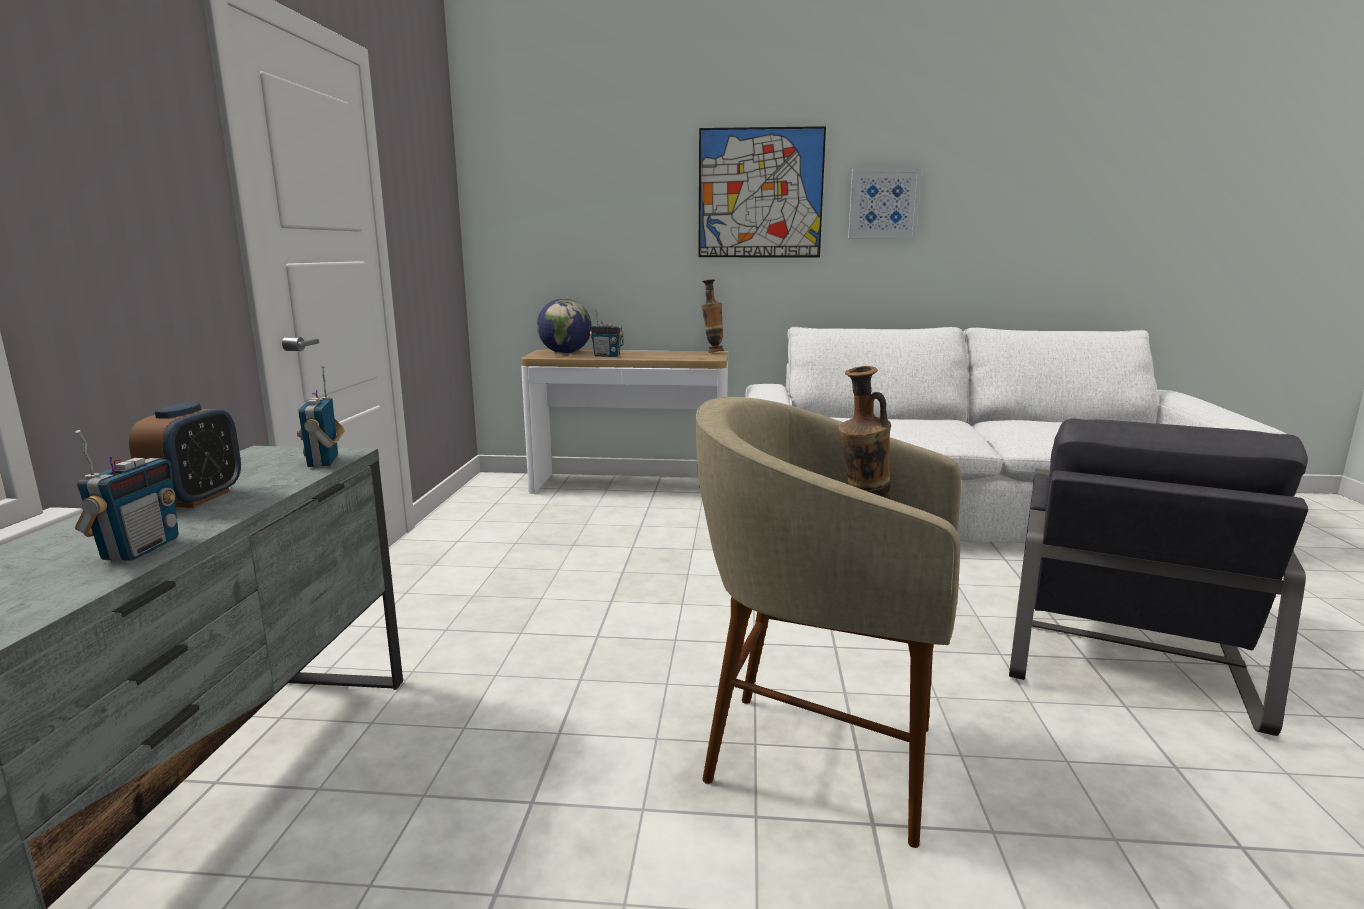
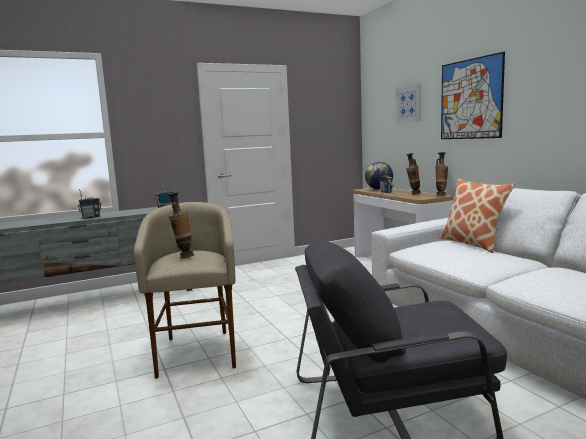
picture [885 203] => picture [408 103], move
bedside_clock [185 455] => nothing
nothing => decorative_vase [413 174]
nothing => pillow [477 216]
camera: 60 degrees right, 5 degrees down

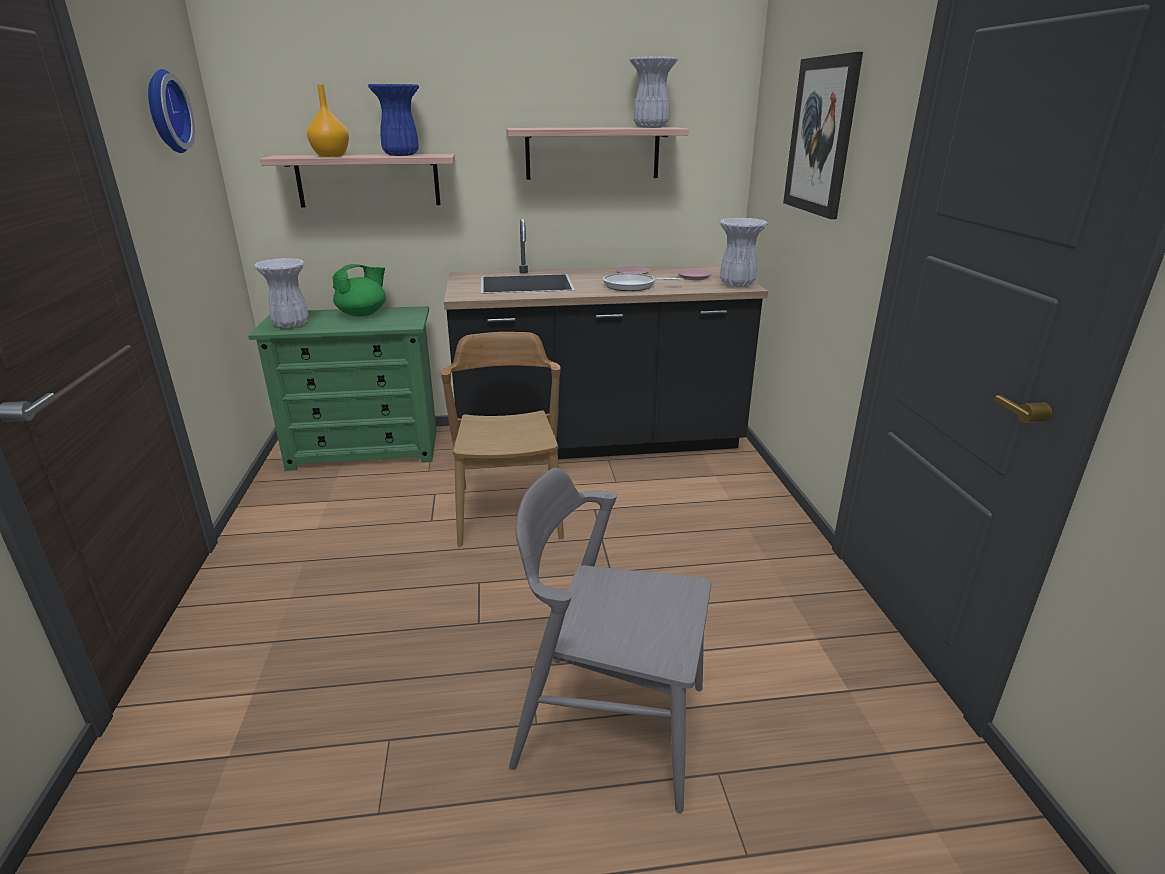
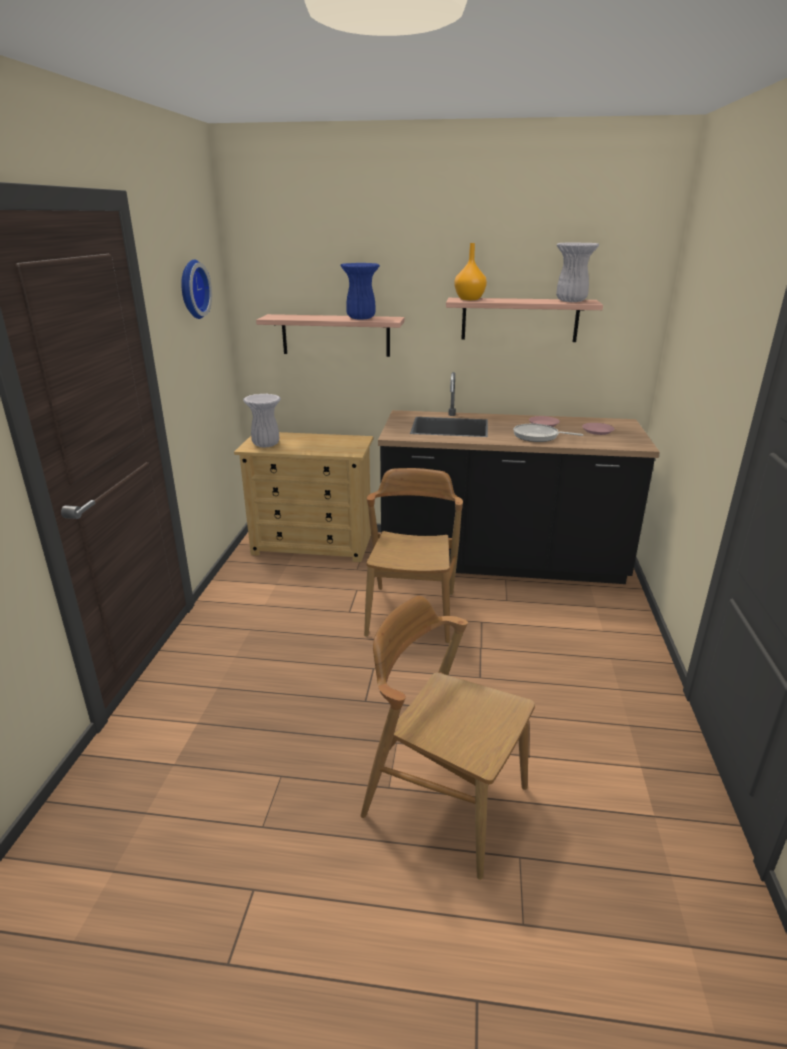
picture [823 135] => nothing
orange-coloured_decorative_vase [328 120] => orange-coloured_decorative_vase [470 271], move
white_decorative_vase [743 252] => nothing
green_teapot [359 290] => nothing
green_drawer_chest [342 388] => beige_drawer_chest [303 497]
greyish_plain_chair [610 640] => brown-coloured_plain_chair [447 738]
camera: 15 degrees right, 0 degrees up

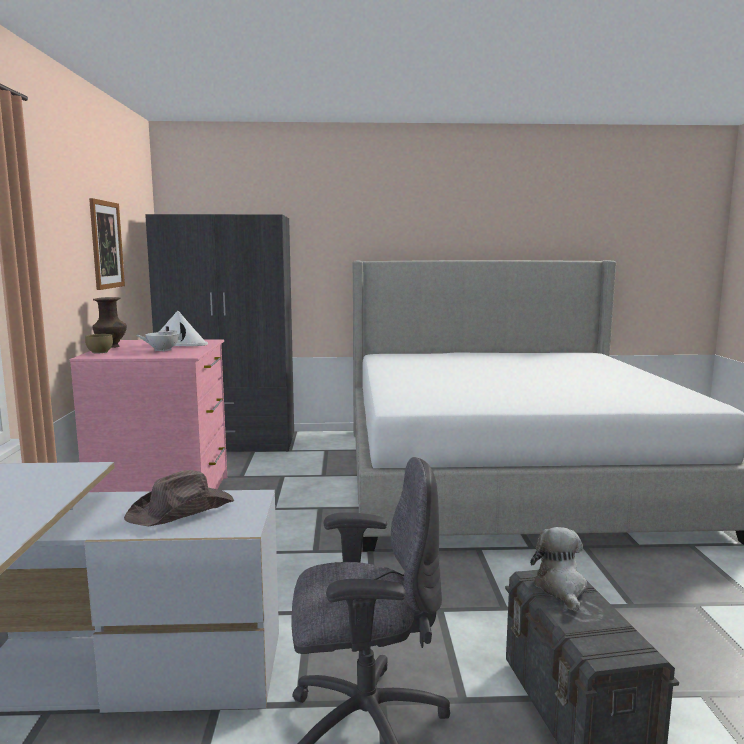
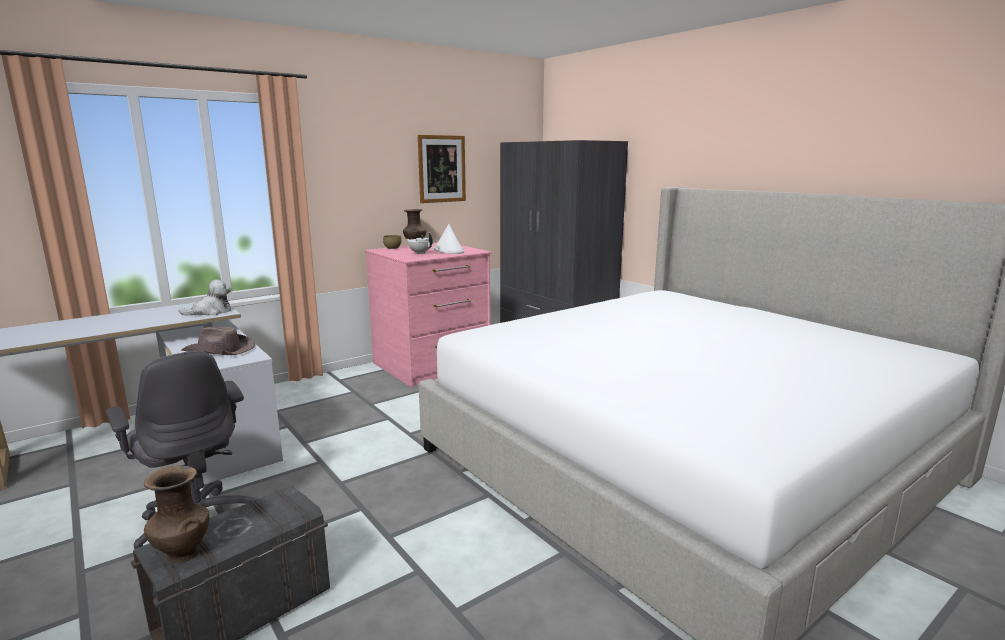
cuddly_toy [559 569] => cuddly_toy [205 297], move
nothing => brown-coloured_decorative_vase [176 514]
camera: 55 degrees right, 5 degrees up

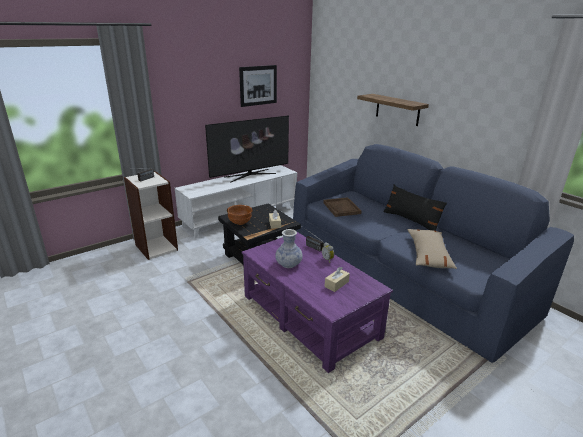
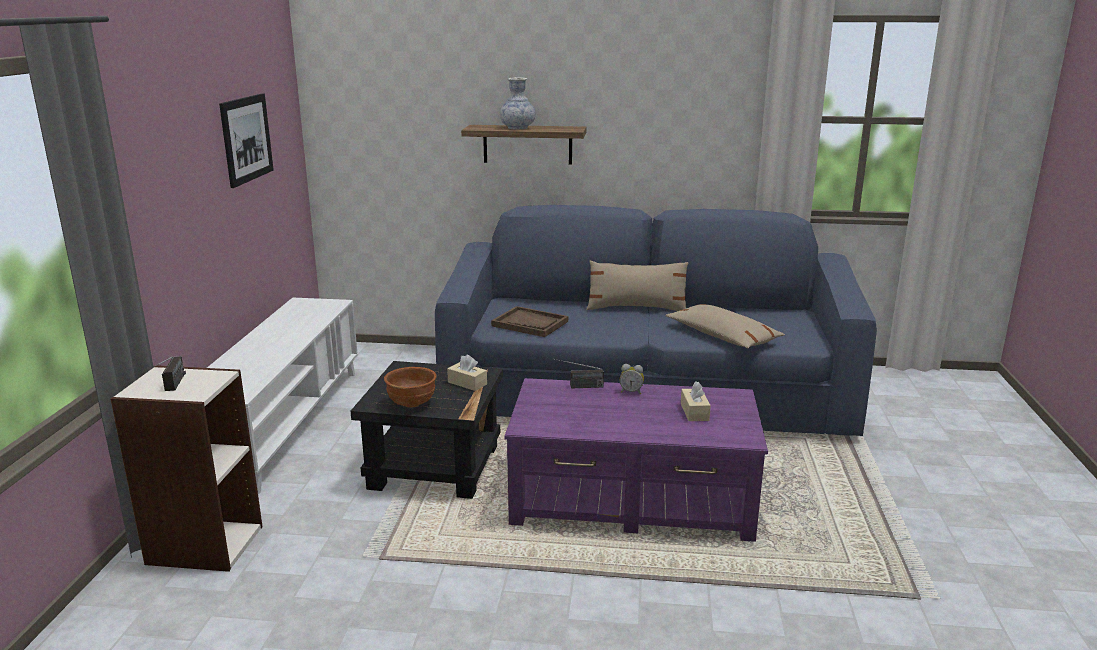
TV [247 148] => nothing
black-coloured_pillow [415 208] => beige_pillow [638 286]
decorative_vase [289 248] => decorative_vase [517 103], move
camera: 45 degrees left, 5 degrees down

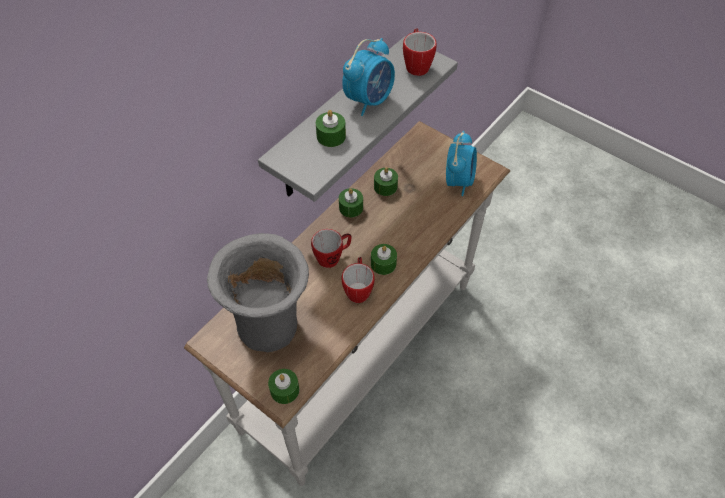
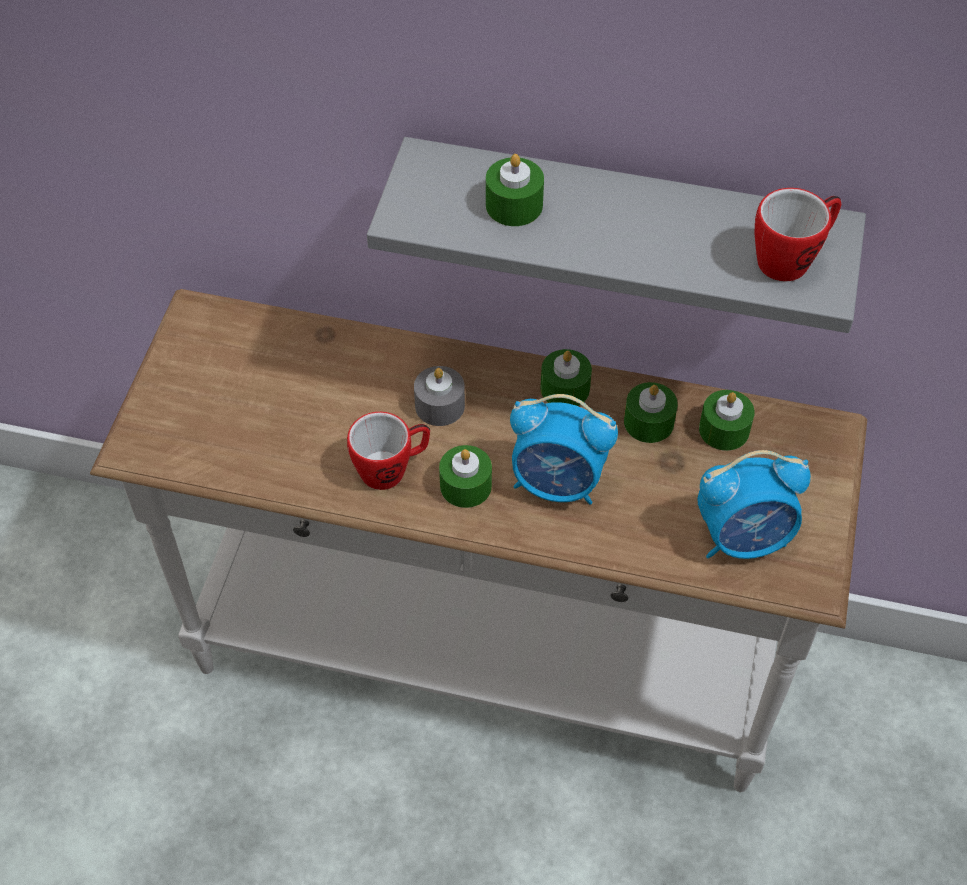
bedside_clock [368 77] => bedside_clock [564 449], move
coffee_mug [331 248] => greyish_candle [439 396]
greyish_decorative_vase [258 292] => nothing
green_candle [283 386] => green_candle [727 420], move
camera: 65 degrees right, 0 degrees up

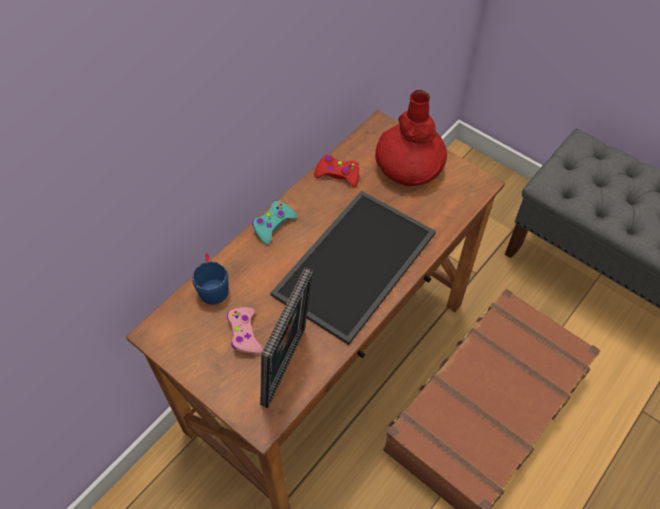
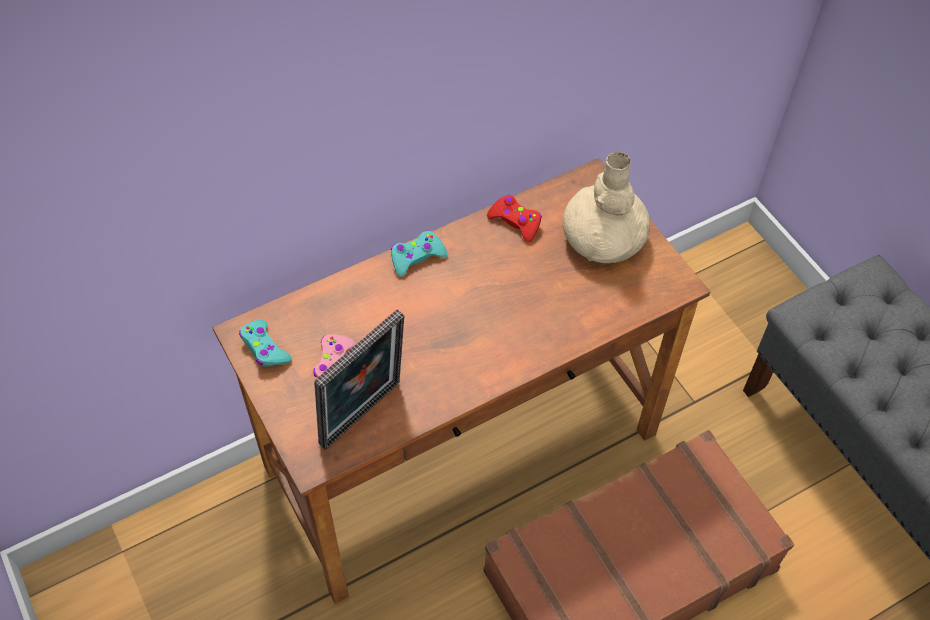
reddish_decorative_vase [411 138] => beige_decorative_vase [606 207]
carrying_tray [353 268] => nothing
bluish_coffee_mug [210 278] => nothing
nothing => turquoise-coloured_game_controller [265 343]
camera: 20 degrees right, 0 degrees up

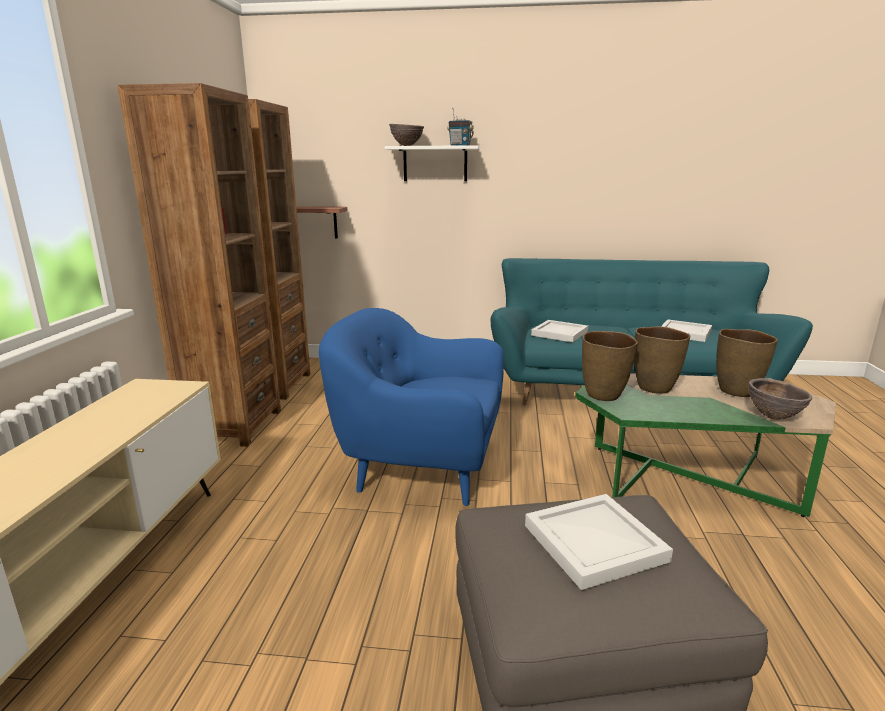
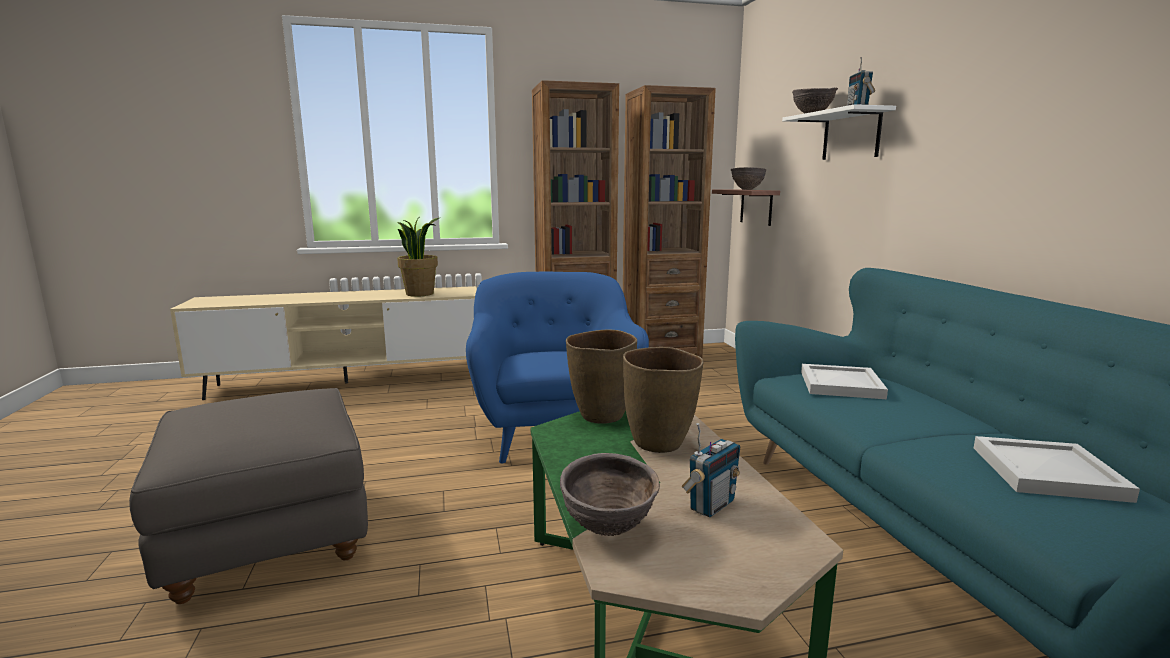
brown-coloured_decorative_vase [747 363] => radio_receiver [710 470]
white_carrying_tray [599 542] => nothing
nothing => brown-coloured_bowl [748 178]
nothing => plant_in_a_pot [418 256]
camera: 70 degrees right, 5 degrees down

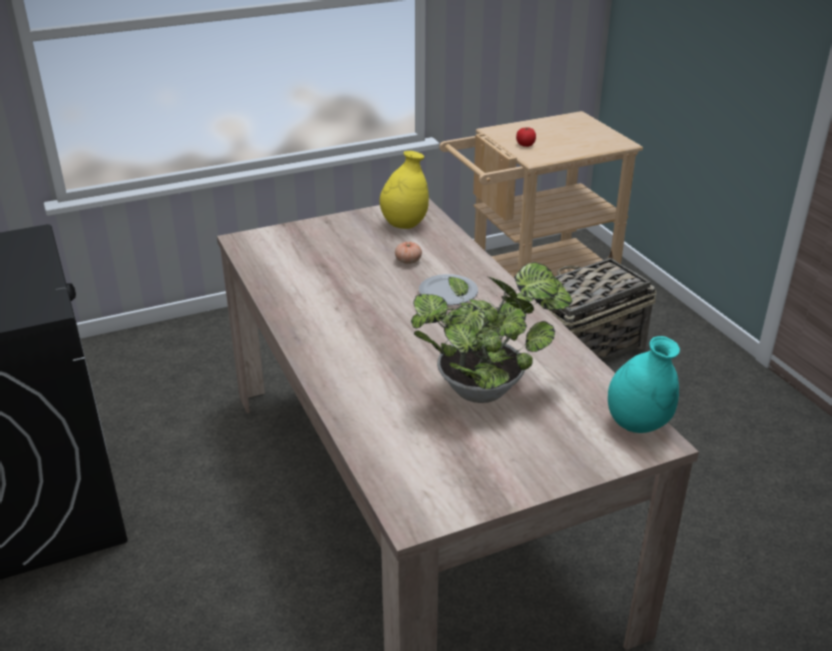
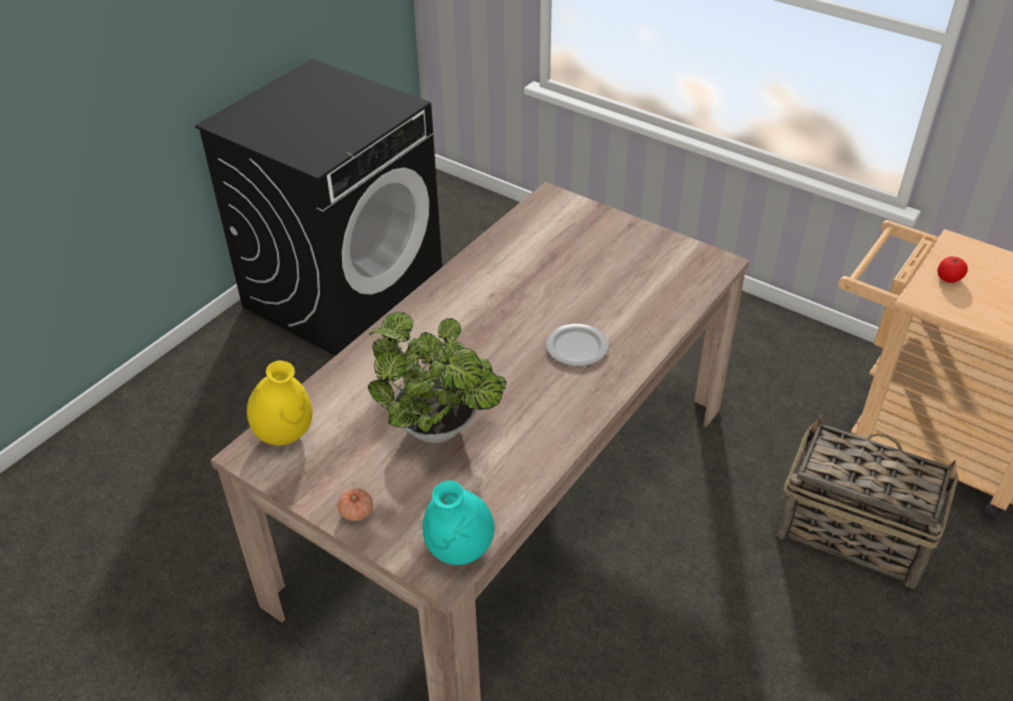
yellow_decorative_vase [404 190] => yellow_decorative_vase [280 402], move
fresh_tomato [408 253] => fresh_tomato [355 504], move
camera: 60 degrees right, 10 degrees up

